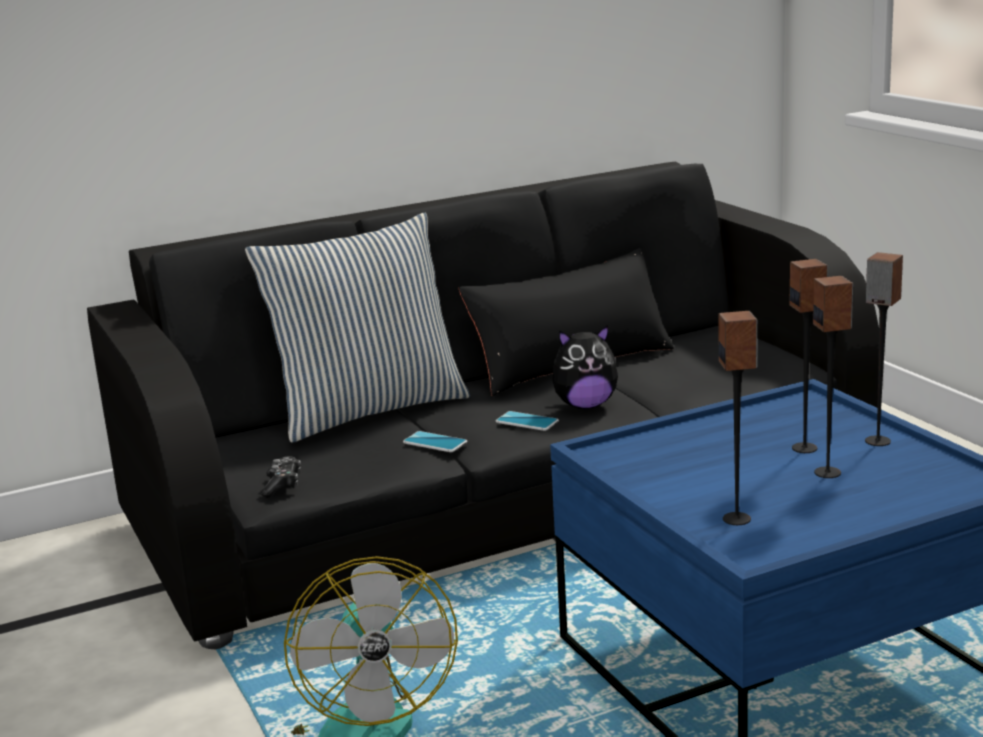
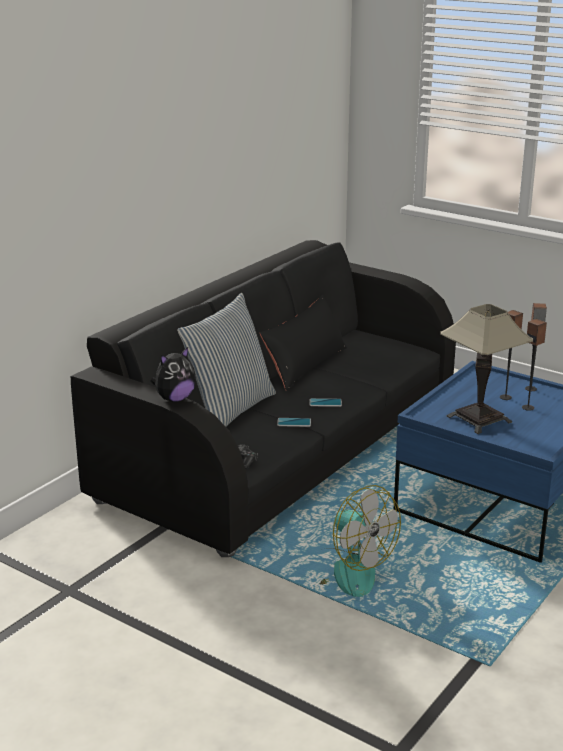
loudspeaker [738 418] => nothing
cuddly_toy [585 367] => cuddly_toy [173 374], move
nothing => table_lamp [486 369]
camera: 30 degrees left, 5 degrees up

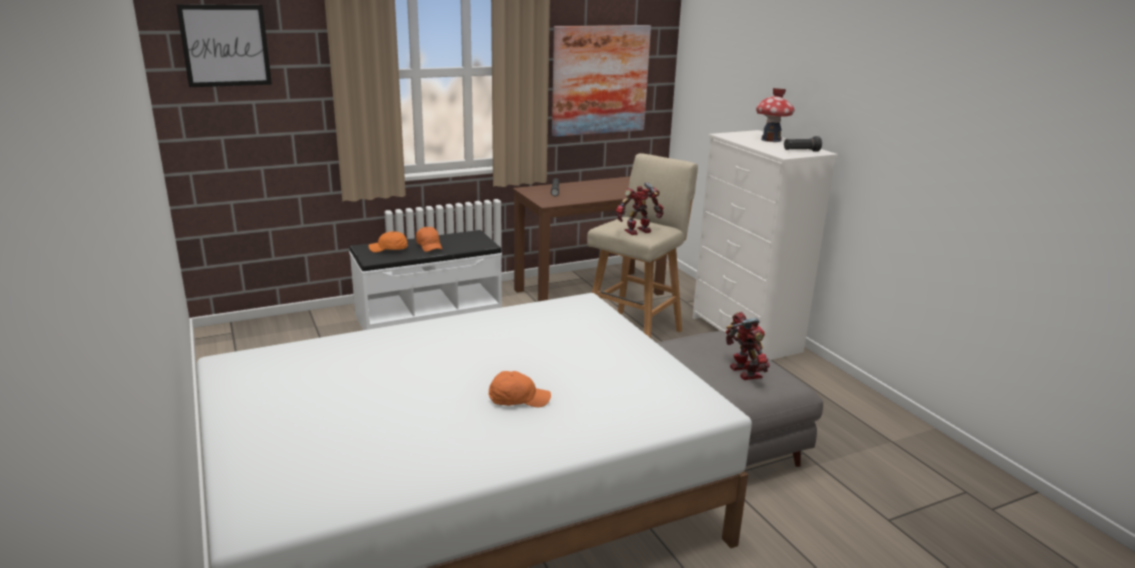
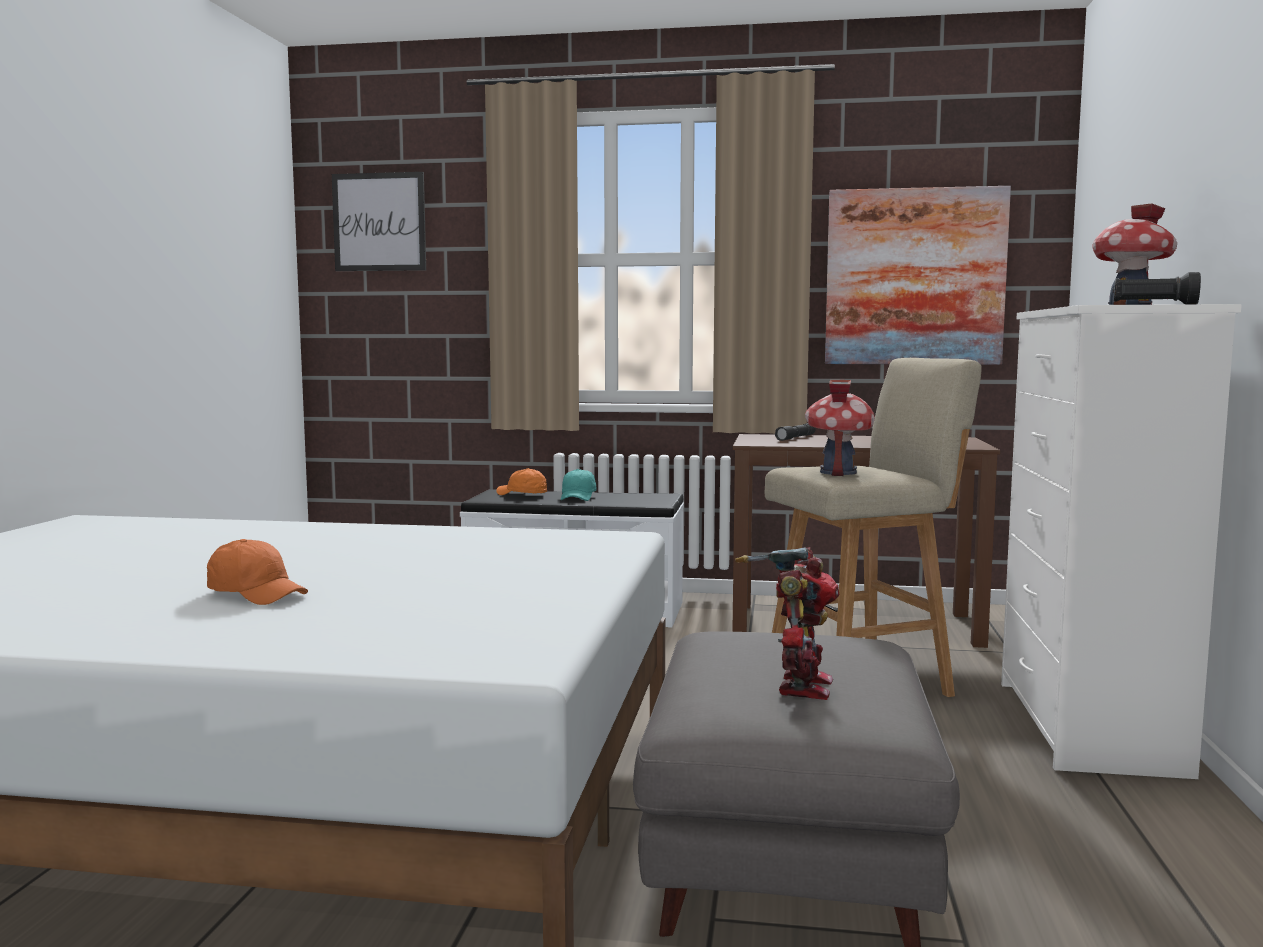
model_robot [640 208] => miniature_house [840 428]
orange-coloured_peaked_cap [429 239] => turquoise-coloured_peaked_cap [579 485]
camera: 35 degrees right, 15 degrees down

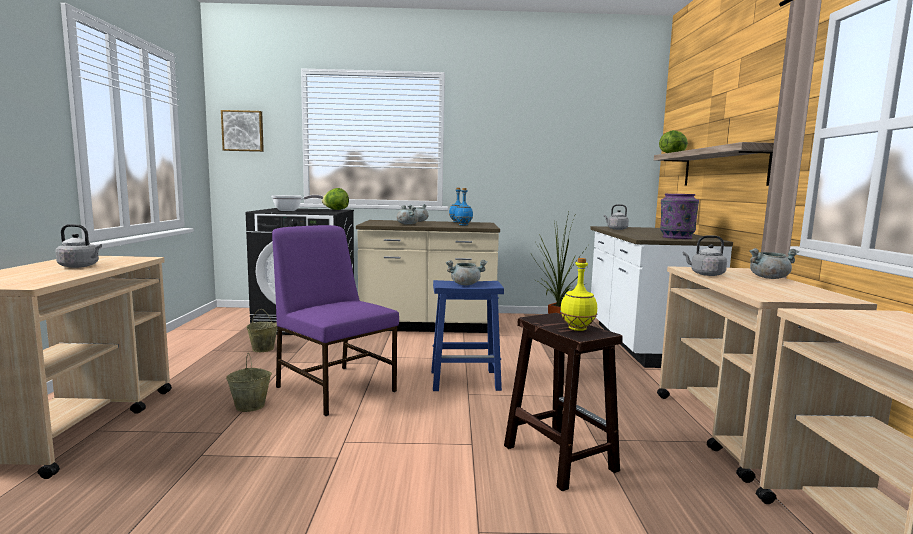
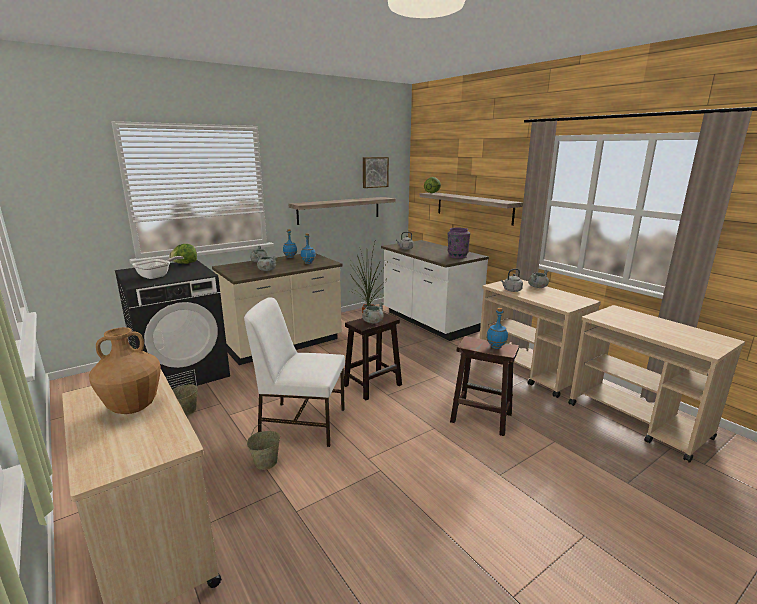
picture [242 131] => picture [376 172], move
greyish_kettle [78 246] => brown-coloured_decorative_vase [125 370]
purplish_plain_chair [335 320] => white_plain_chair [294 372]
yellow_beverage_bottle [578 294] => bluish_beverage_bottle [497 328]
bluish_stool_seat [467 335] => brown-coloured_stool_seat [373 356]
nothing => bracket_shelf [342 211]
camera: 35 degrees left, 10 degrees up

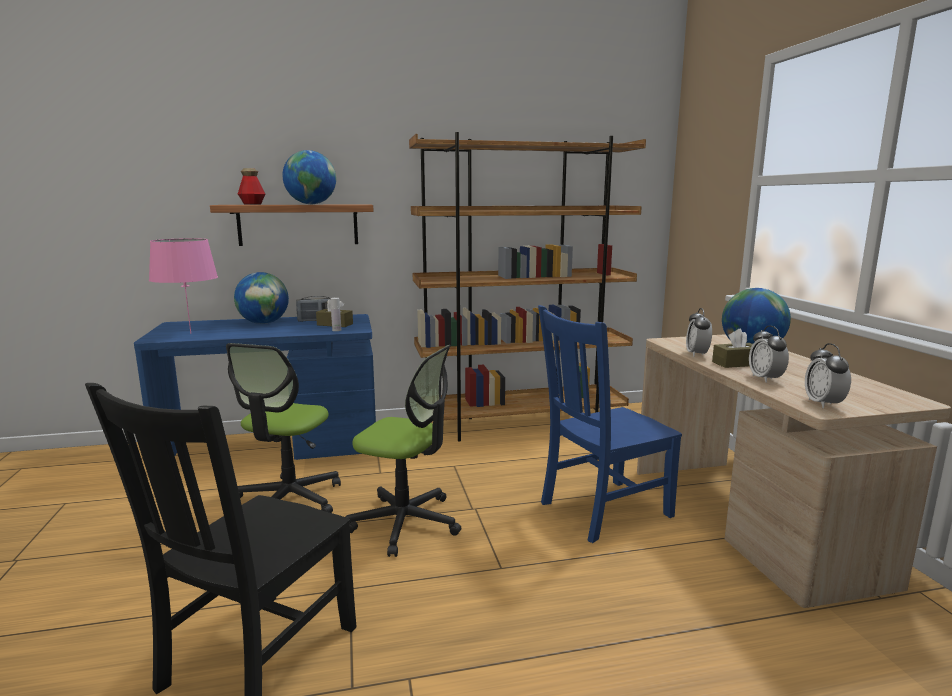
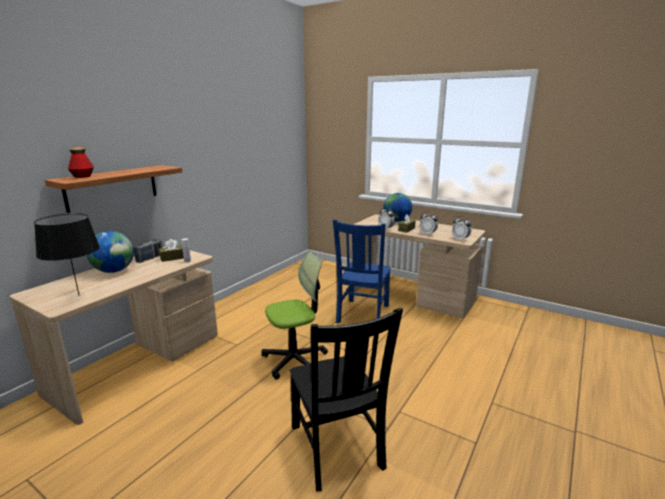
brown-coloured_bookcase [527 286] => nothing
globe [309 177] => nothing
pinkish_table_lamp [183 286] => black-coloured_table_lamp [67 254]
bluish_desk [255 387] => beige_desk [114 335]
computer_chair [283 428] => nothing
camera: 45 degrees left, 5 degrees up

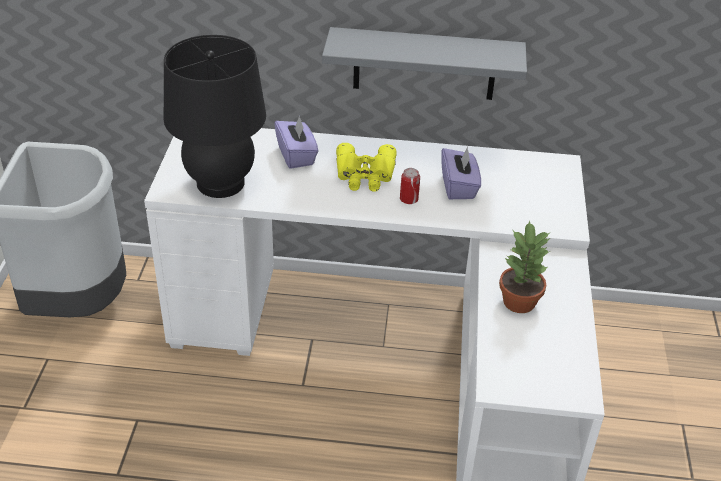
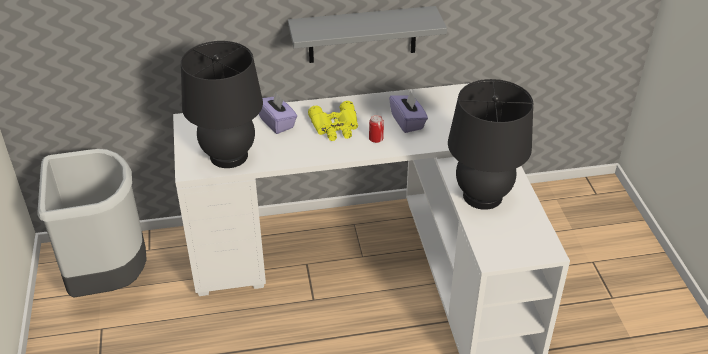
plant_in_a_pot [525 266] => black-coloured_table_lamp [490 144]
camera: 15 degrees left, 0 degrees up

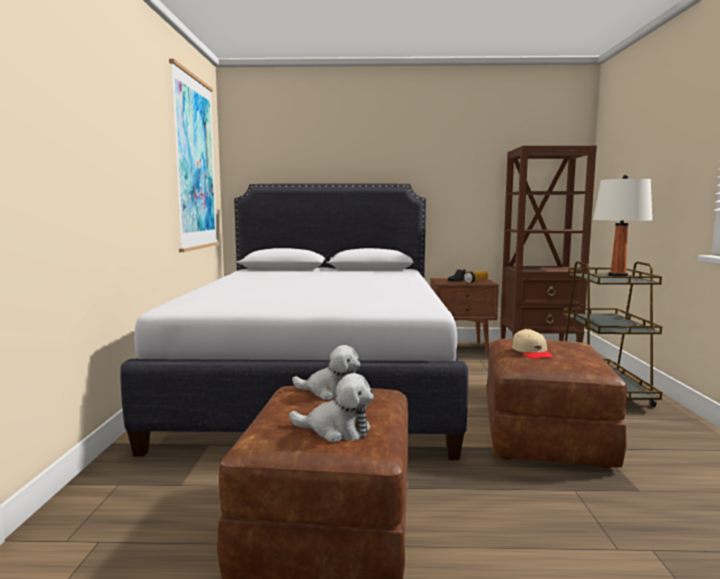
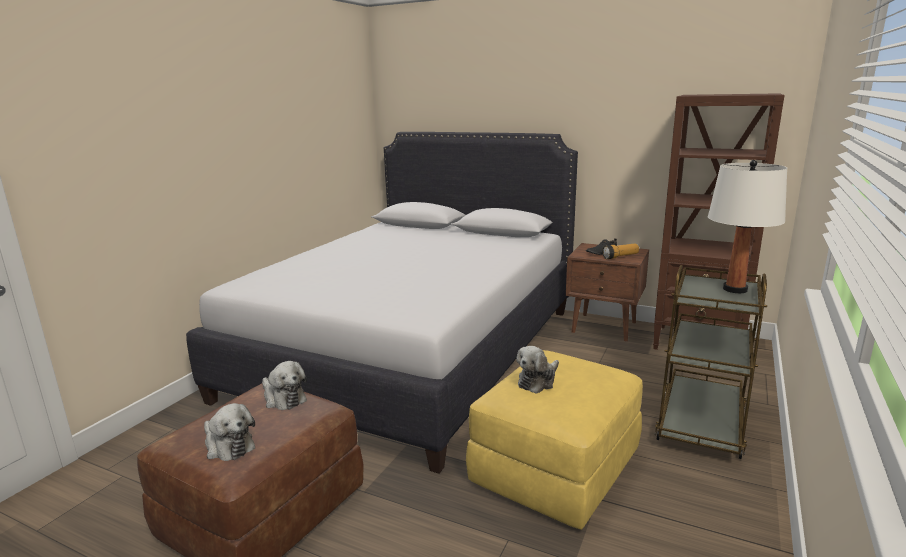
picture [194 155] => nothing
beige_peaked_cap [533 344] => cuddly_toy [537 370]
brown-coloured_pouffe [557 403] => yellow_pouffe [554 440]
camera: 25 degrees right, 10 degrees up

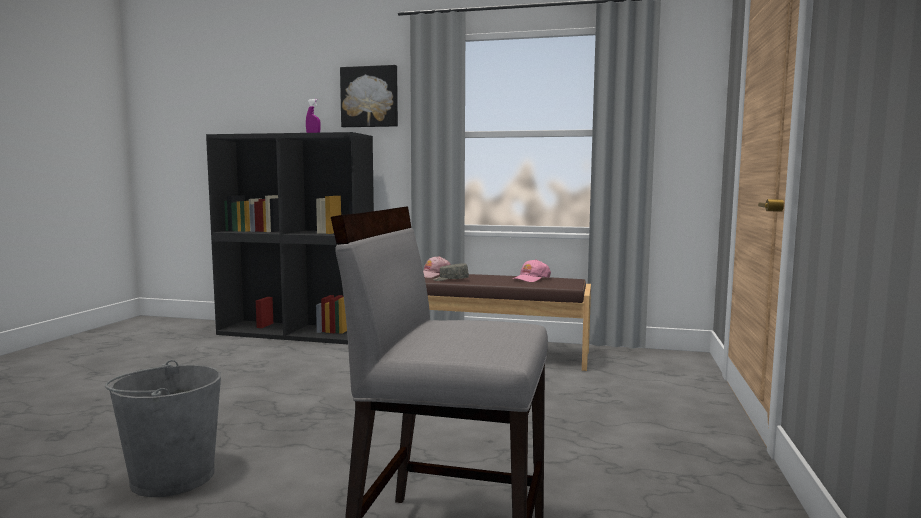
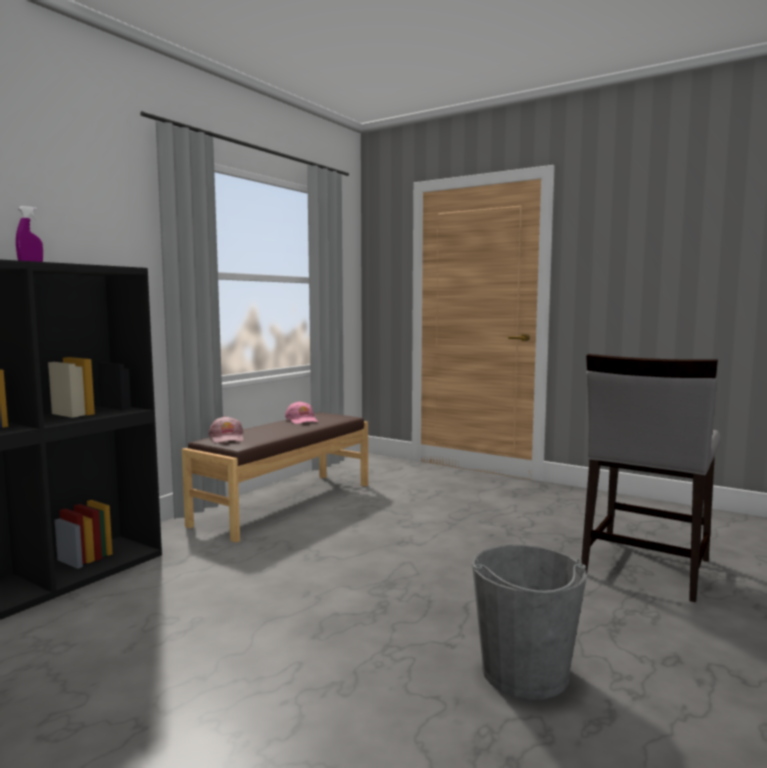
picture [369 96] => nothing
greyish_peaked_cap [451 272] => nothing
camera: 70 degrees left, 0 degrees up

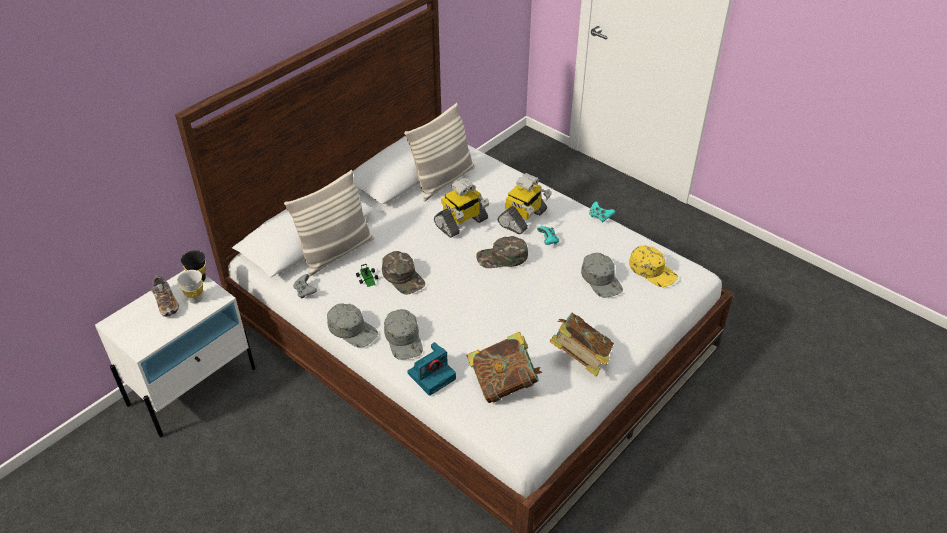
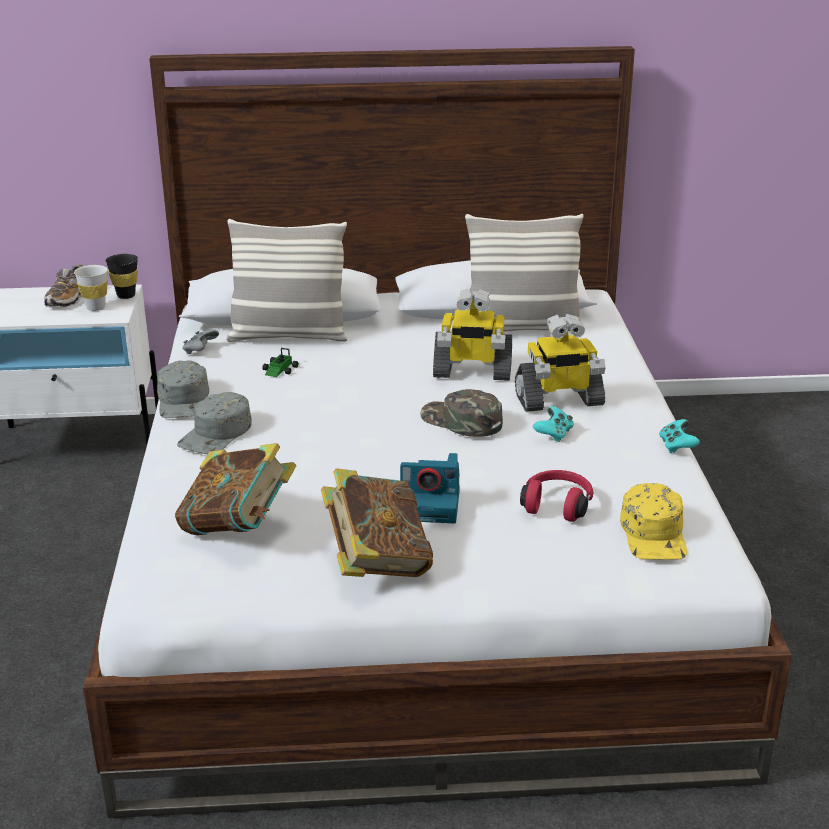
green_peaked_cap [403 272] => nothing
greyish_peaked_cap [602 275] => reddish_headset [556 496]
photo_camera [431 369] => photo_camera [430 488], move
camera: 45 degrees right, 15 degrees down

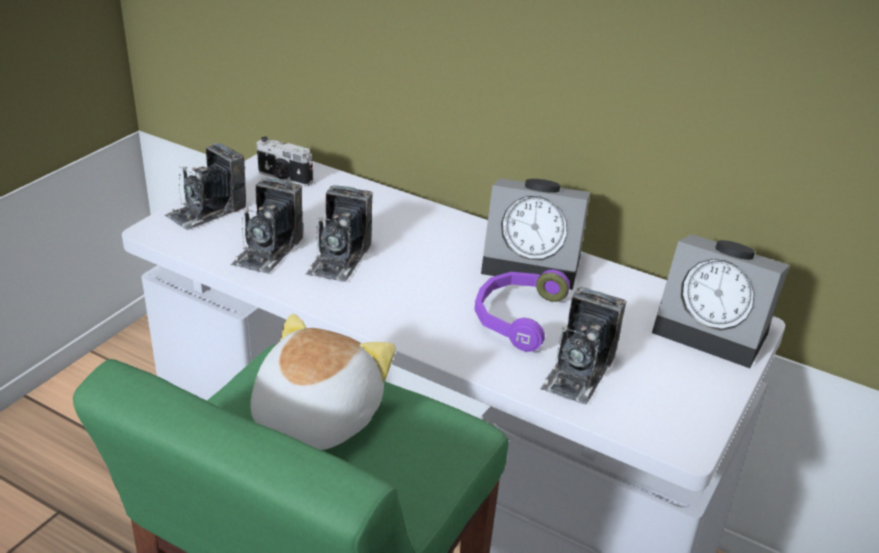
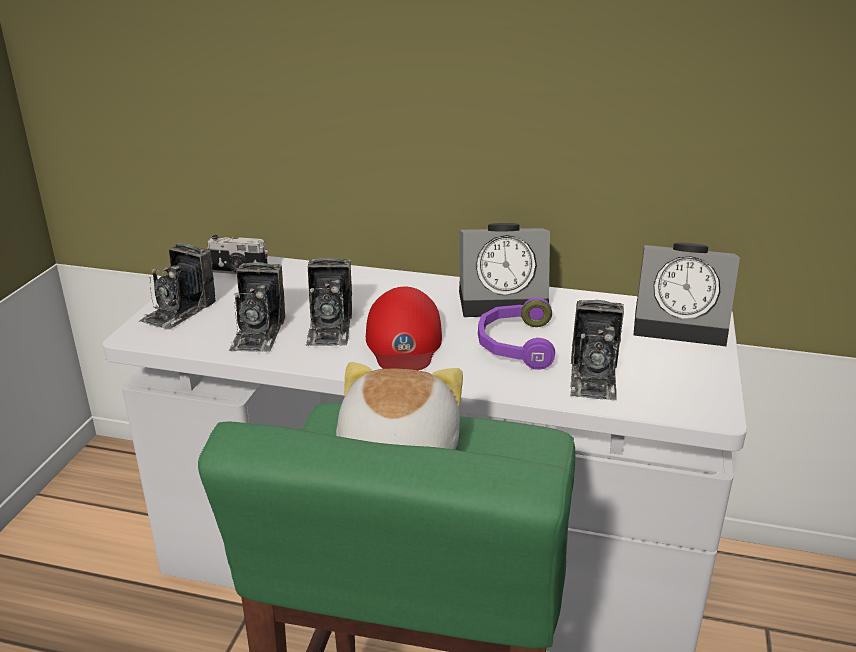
nothing => reddish_peaked_cap [404 328]
camera: 15 degrees left, 5 degrees down

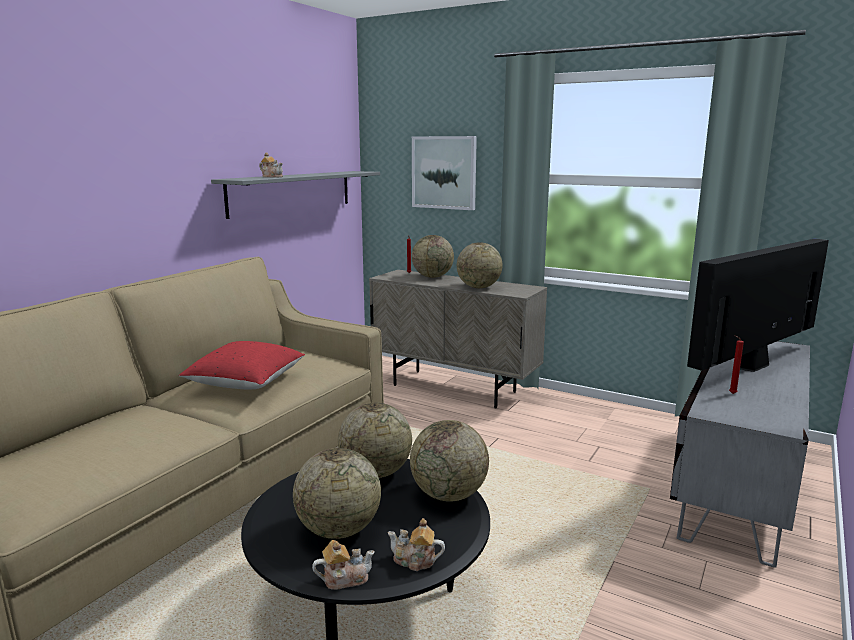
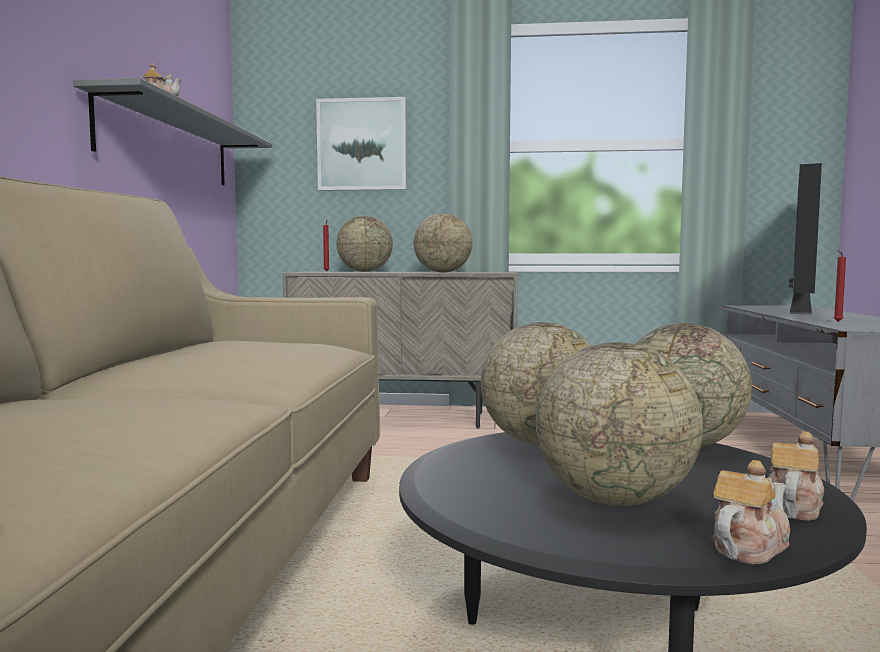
reddish_pillow [242 365] => nothing
teapot [416 544] => teapot [796 476], 135 degrees clockwise
camera: 25 degrees left, 10 degrees down

